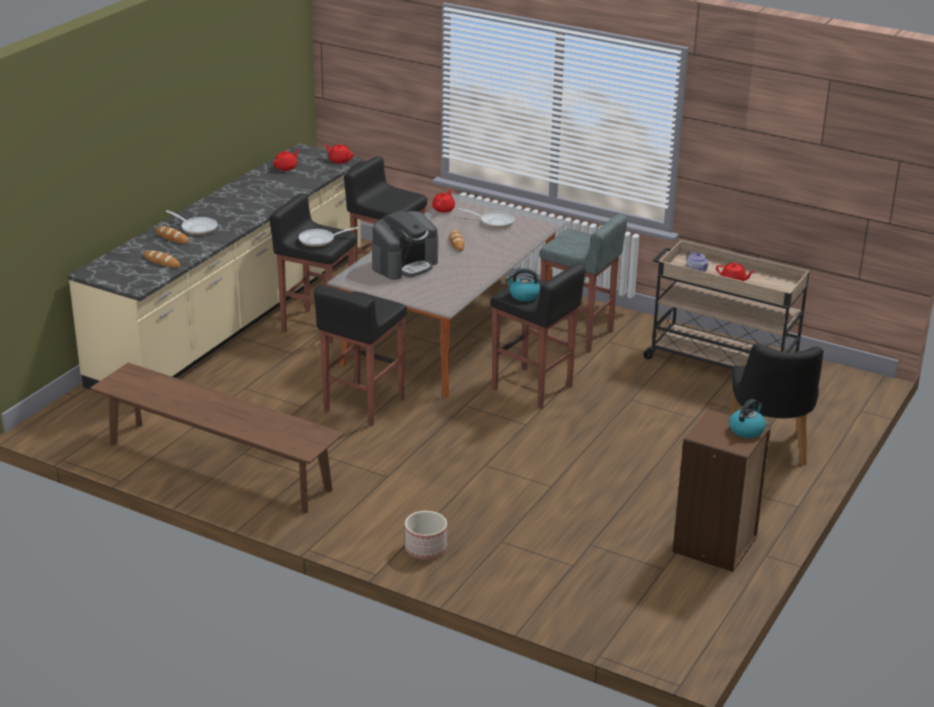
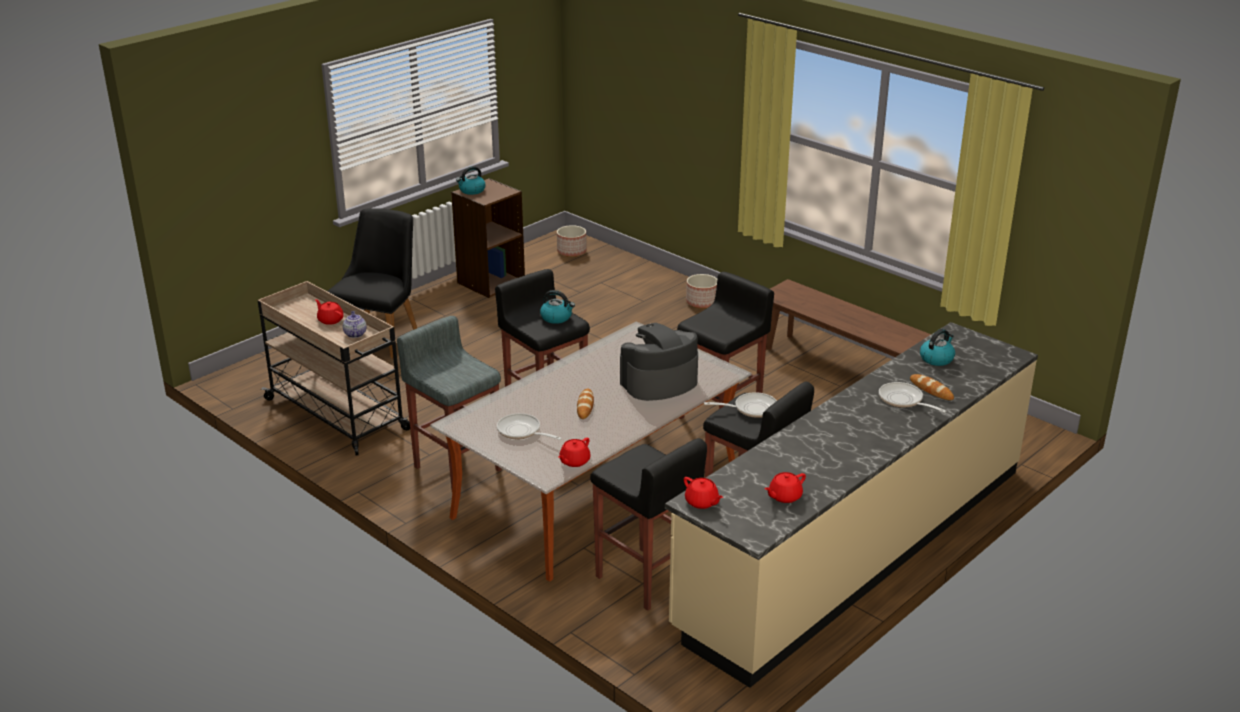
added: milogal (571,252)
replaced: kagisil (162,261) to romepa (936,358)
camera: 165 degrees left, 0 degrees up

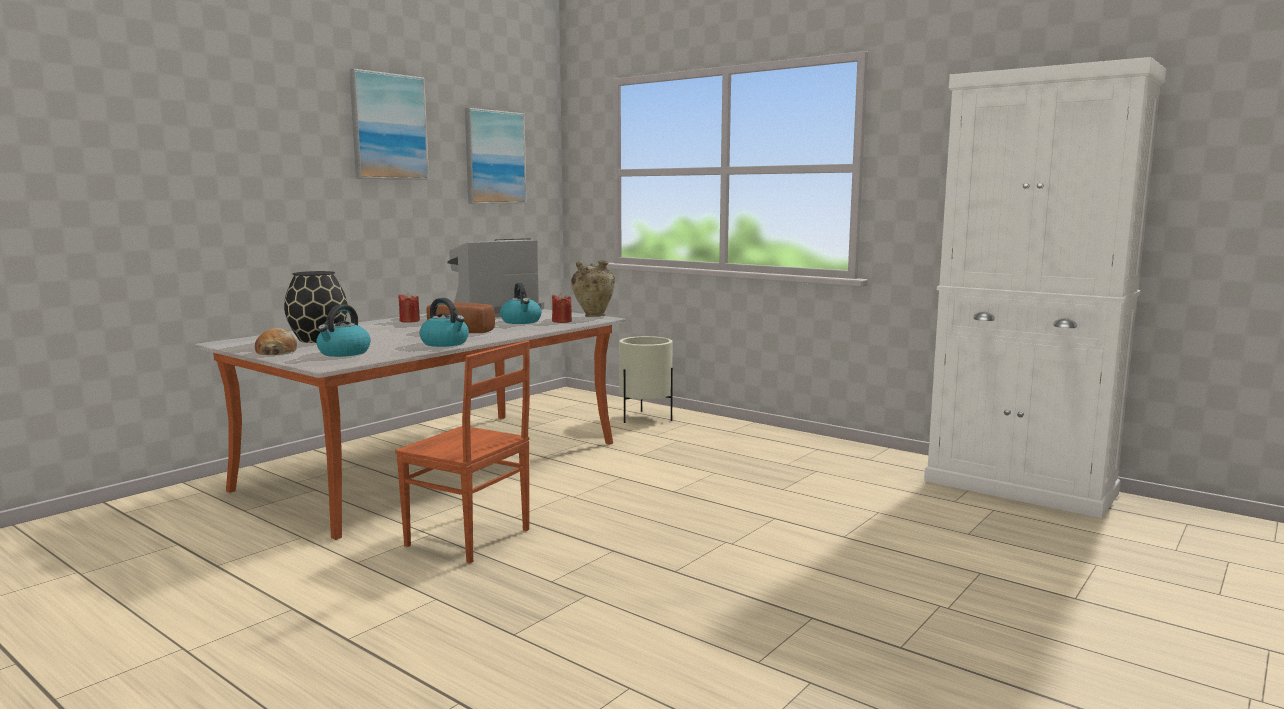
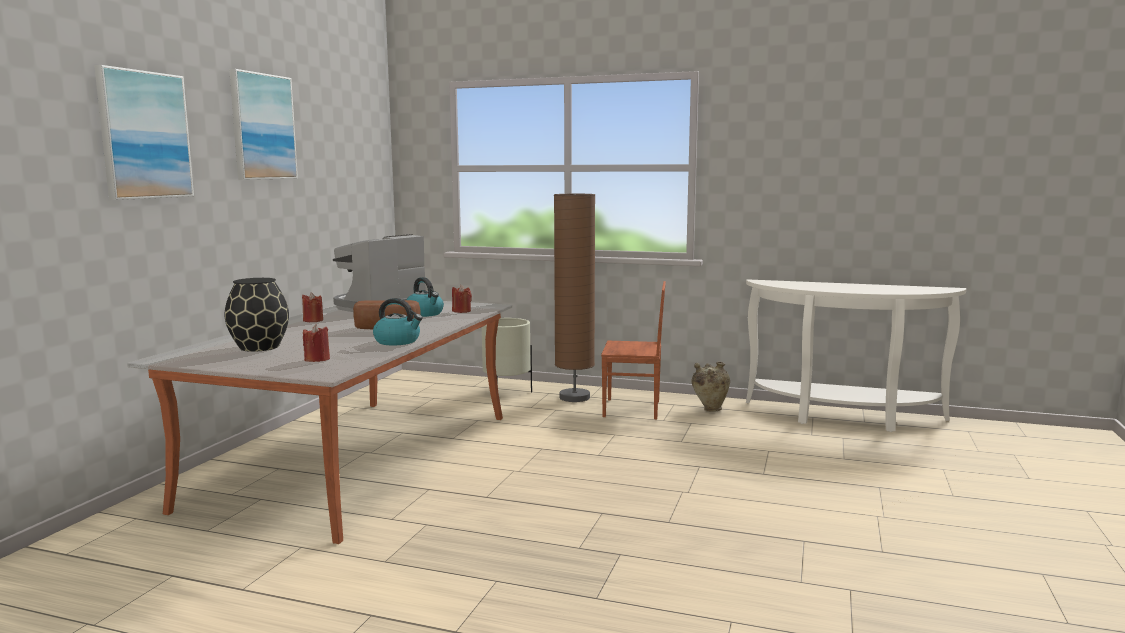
removed: kagisil (276,352)
added: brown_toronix (574,397)
moved: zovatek (494,157) to (144,135); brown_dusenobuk (468,538) to (633,409); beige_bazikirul (593,316) to (710,409)
replaced: romepa (343,353) to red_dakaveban (317,359); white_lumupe (1020,487) to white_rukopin (843,418)
camera: 20 degrees left, 0 degrees up

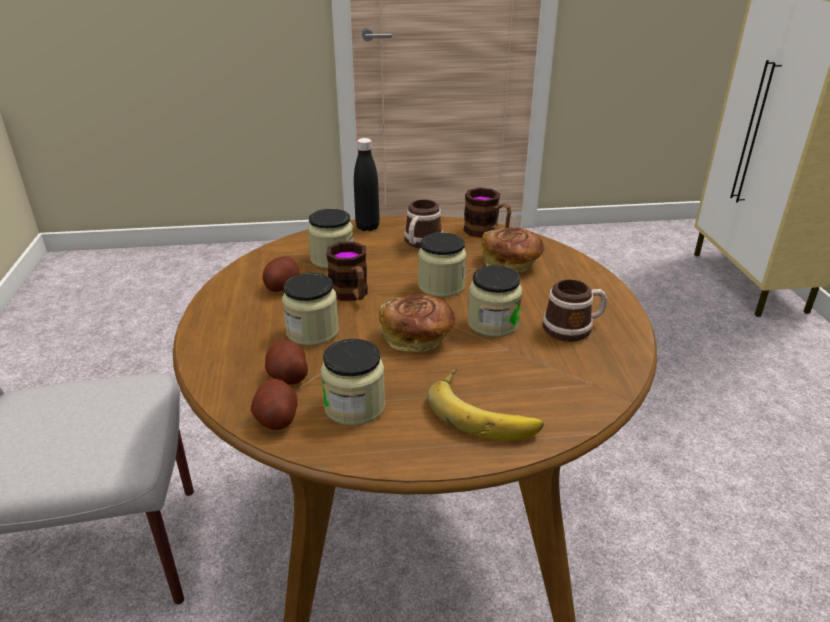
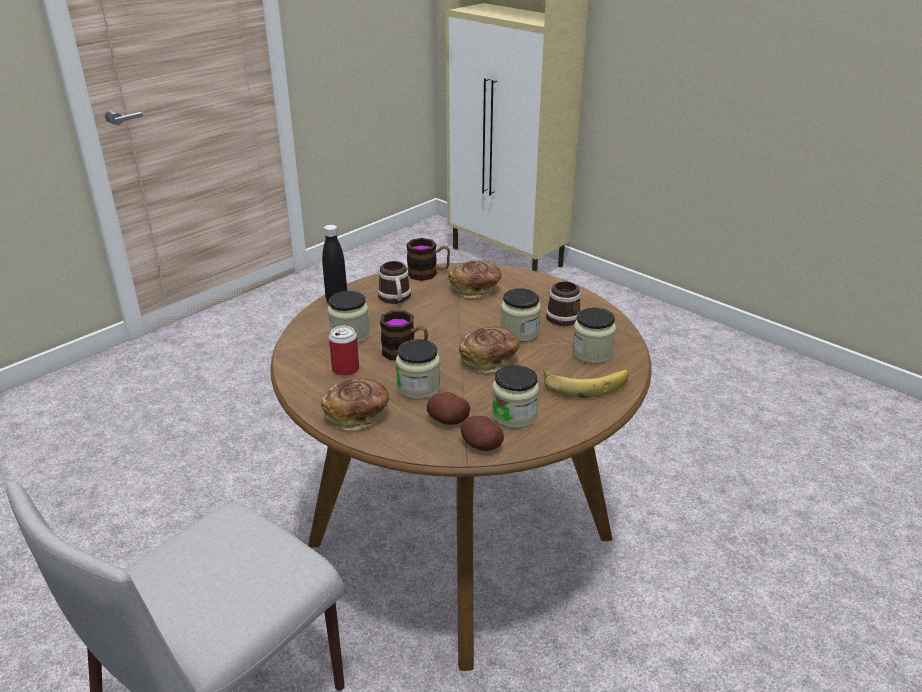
added: kagisil (357,415)
moved: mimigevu (441,286) to (592,353)
replaced: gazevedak (282,286) to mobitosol (345,369)
camera: 40 degrees left, 0 degrees up

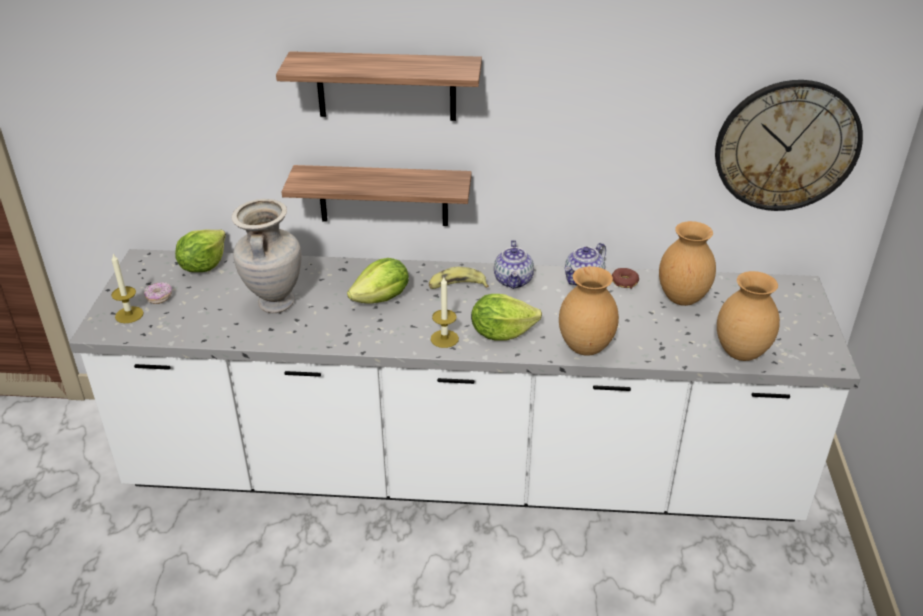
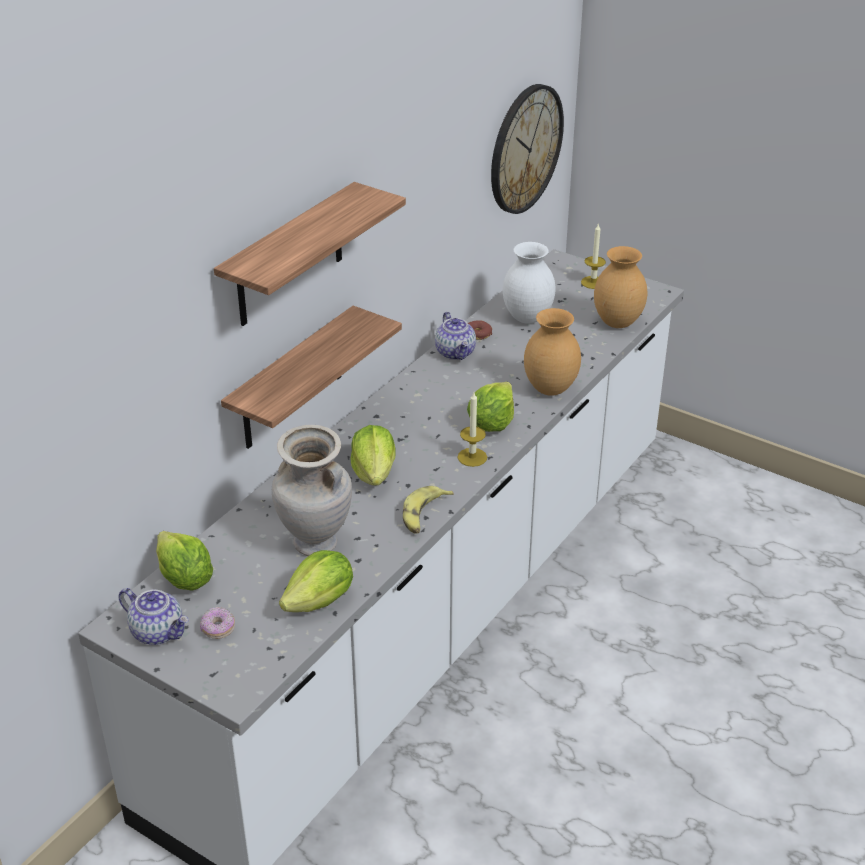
added: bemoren (320,601)
moved: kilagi (514,281) to (158,632); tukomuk (457,286) to (424,515); dakaveban (129,315) to (593,282)
recoloured: brown_bazikirul (682,298) to white_bazikirul (526,318)
camera: 60 degrees left, 0 degrees up

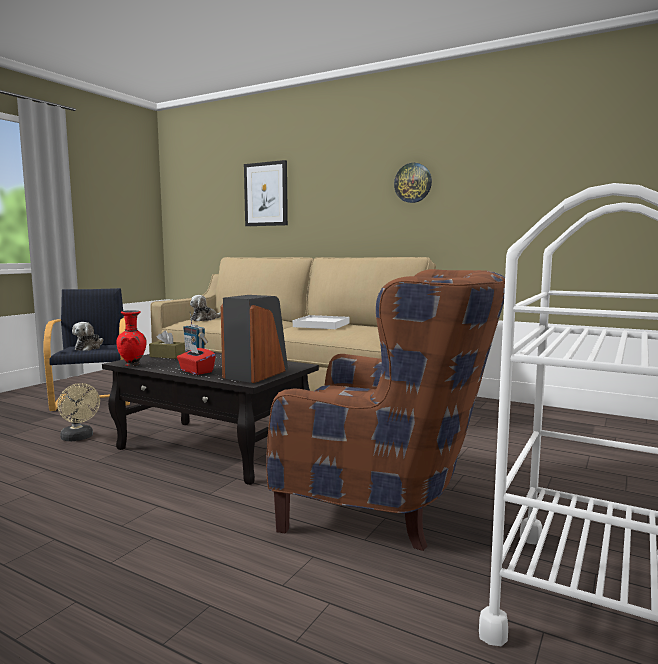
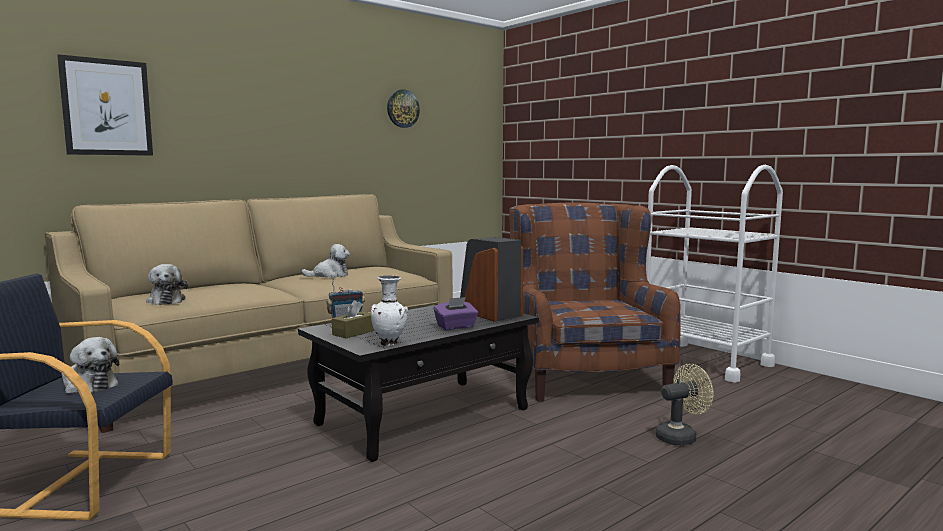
moved: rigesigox (413,183) to (402,108); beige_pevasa (79,438) to (680,437)
replaced: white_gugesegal (321,325) to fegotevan (329,275)
recoloured: red_bazikirul (133,365) to white_bazikirul (390,344); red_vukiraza (196,371) to purple_vukiraza (456,326)
turned: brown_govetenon (389,502) = (584,375) 45 degrees counterclockwise
camera: 70 degrees left, 0 degrees up

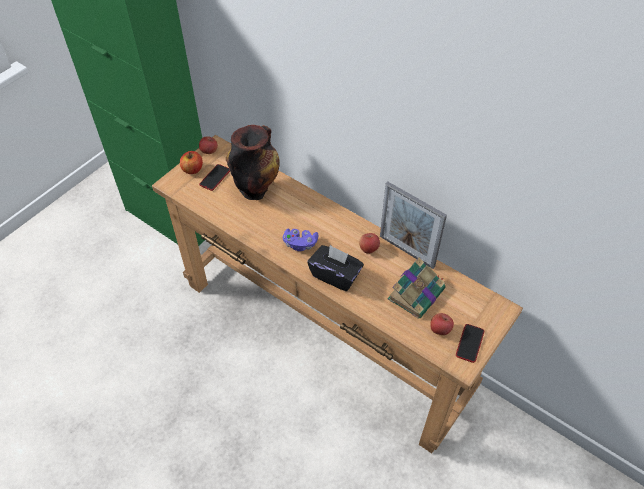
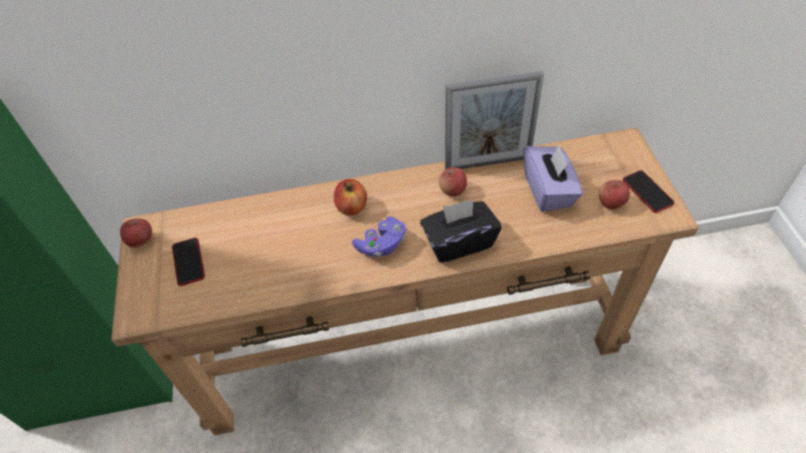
removed: bazikirul (255,187)
moved: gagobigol (192,169) to (352,207)
replaced: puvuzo (417,293) to purple_vukiraza (548,190)
camera: 45 degrees left, 0 degrees up

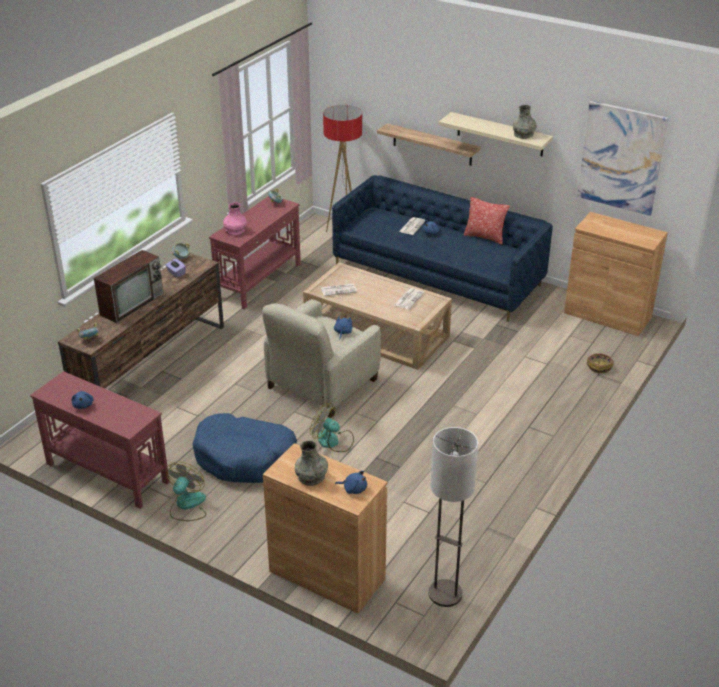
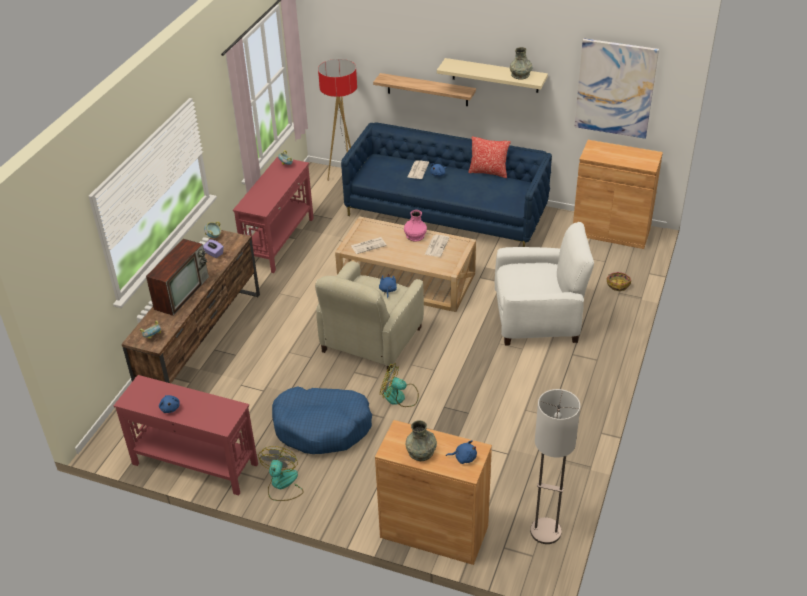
added: white_govetenon (538,319)
moved: pink_bazikirul (235,230) to (415,236)
camera: 10 degrees left, 5 degrees up

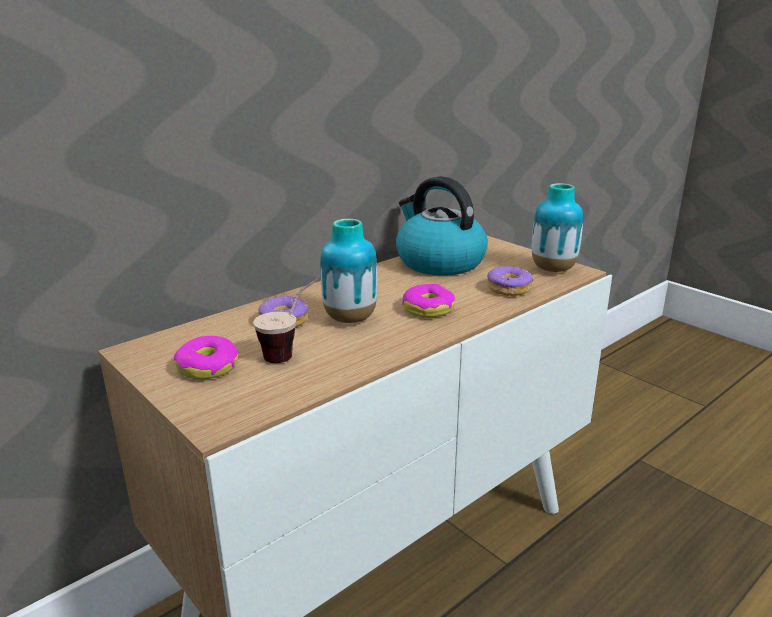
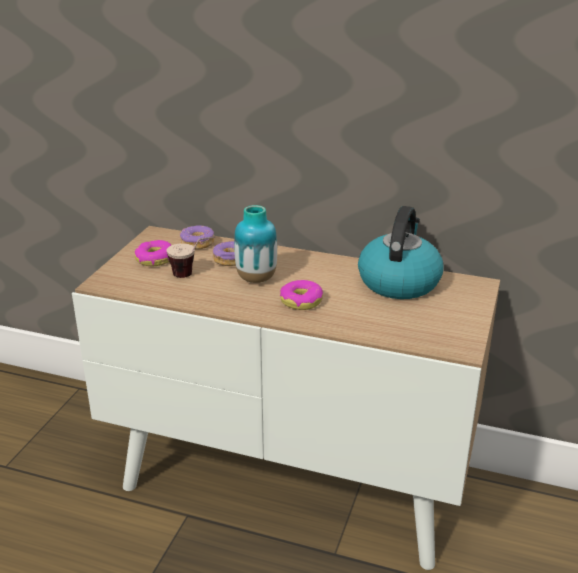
removed: bazikirul (553,269)
moved: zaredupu (509,289) to (197,243)
camera: 60 degrees right, 5 degrees up

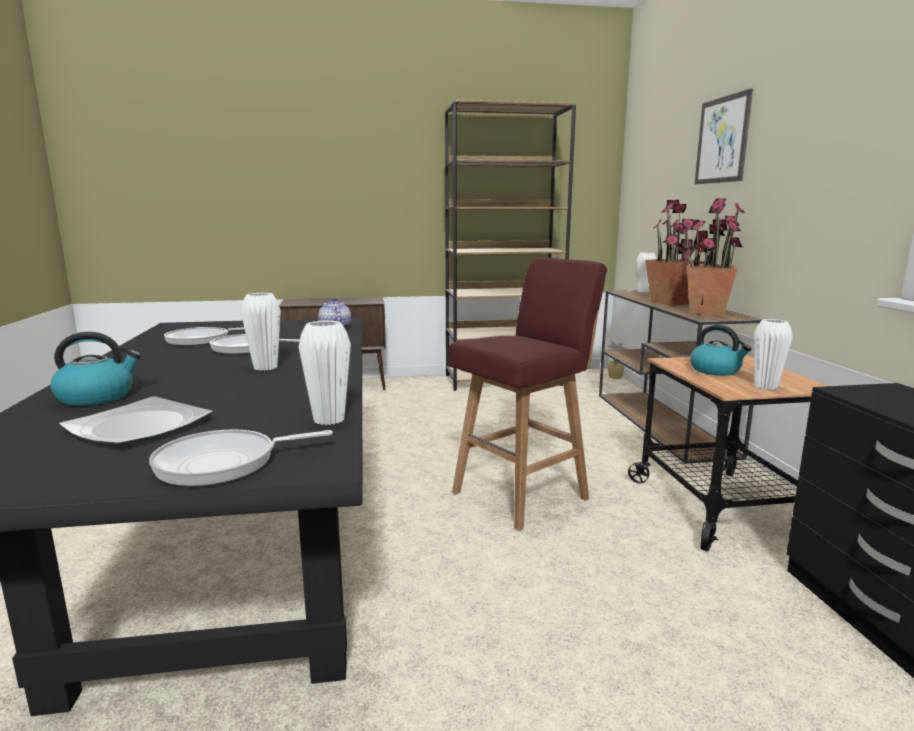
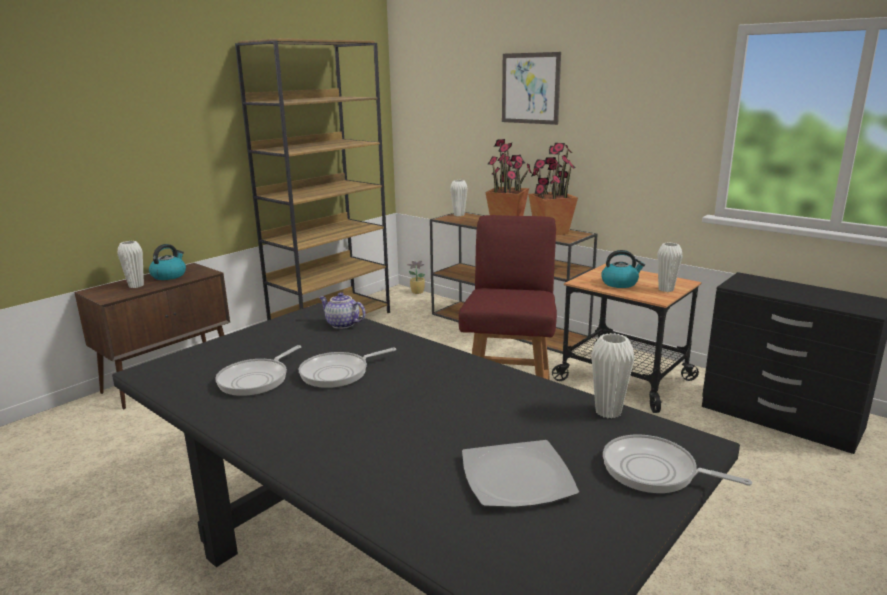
moved: white_bazikirul (265,367) to (136,285); romepa (97,397) to (169,275)
turned: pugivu (224,463) = (654,471) 90 degrees clockwise
camera: 40 degrees left, 5 degrees up

